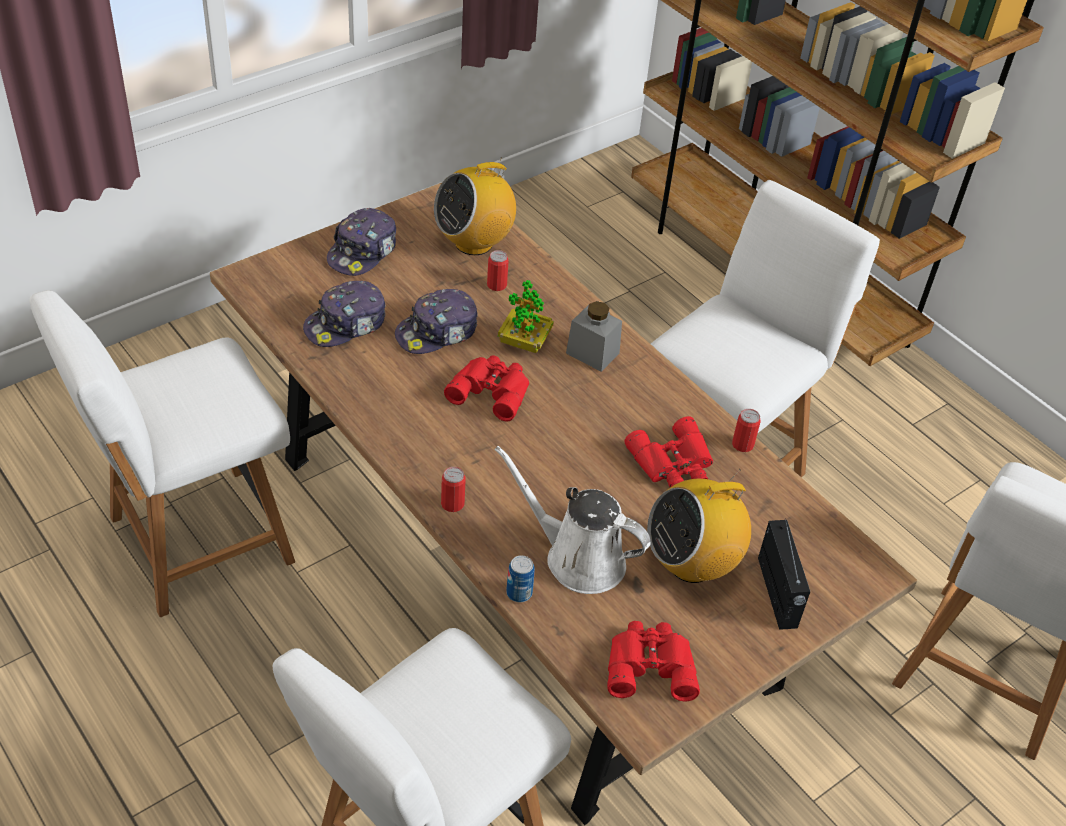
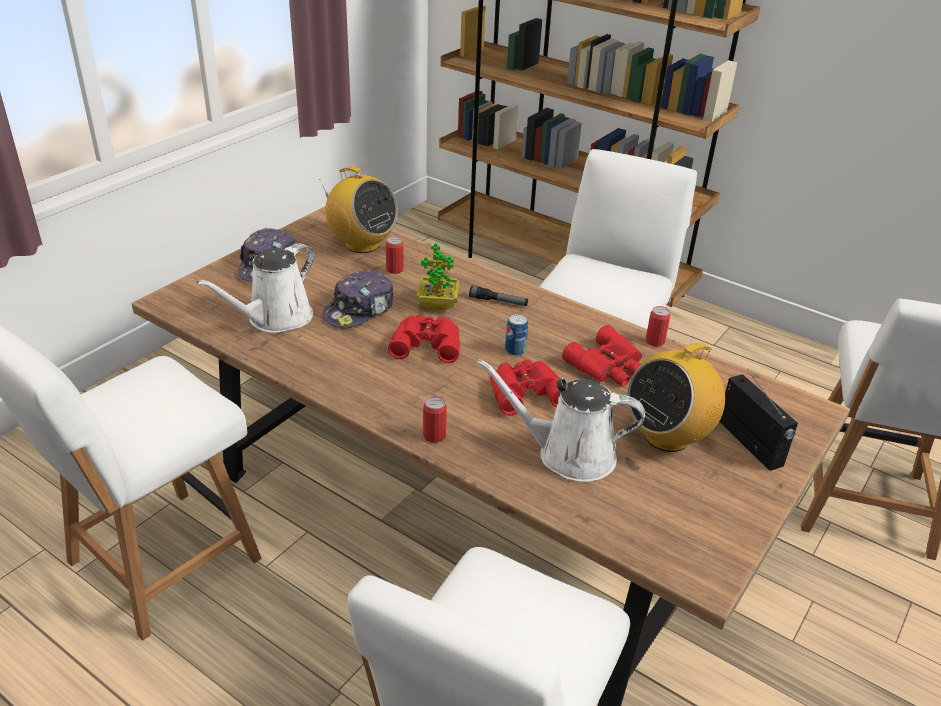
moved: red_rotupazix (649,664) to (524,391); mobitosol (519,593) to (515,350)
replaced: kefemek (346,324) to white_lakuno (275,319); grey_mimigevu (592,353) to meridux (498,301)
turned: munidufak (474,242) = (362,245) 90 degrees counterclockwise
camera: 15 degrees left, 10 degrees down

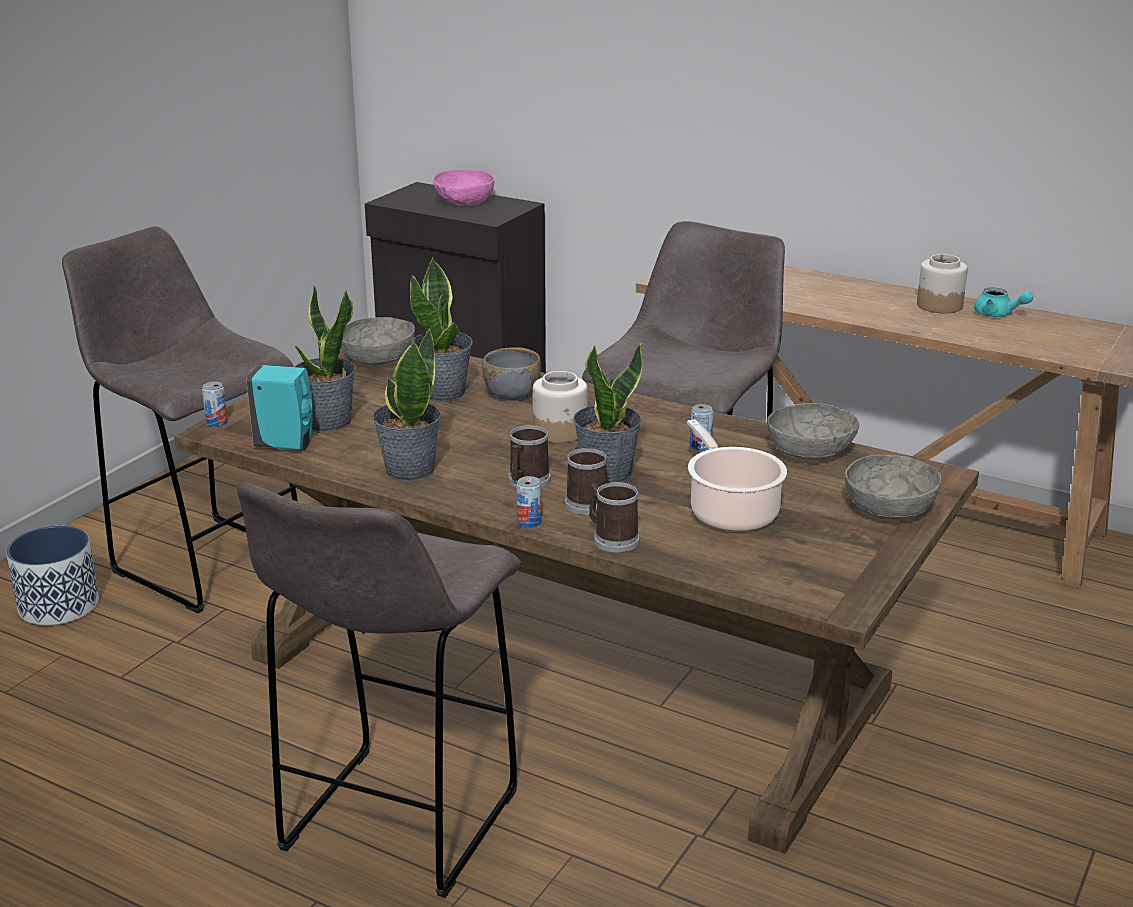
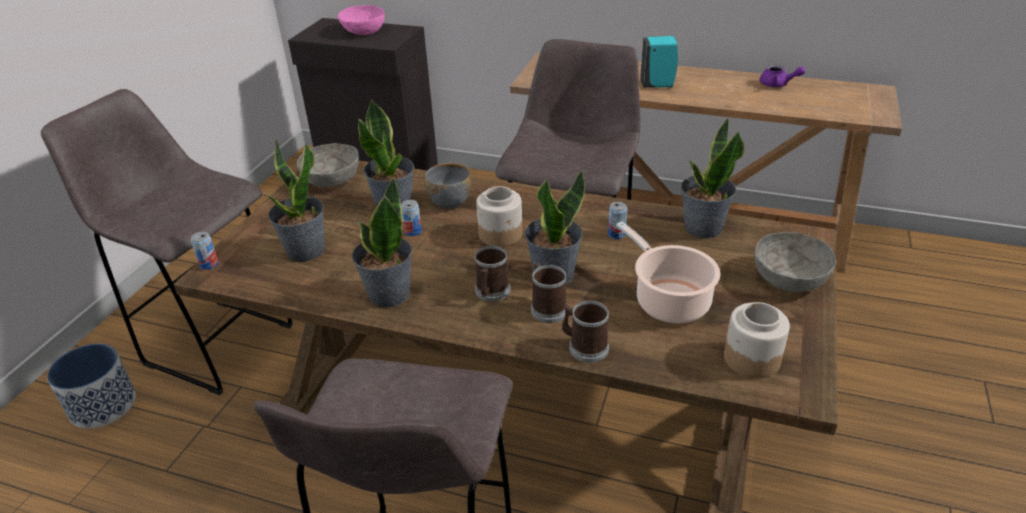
moved: mobitosol (529,522) to (413,231); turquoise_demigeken (286,445) to (658,85); mimigevu (939,305) to (751,359)
replaced: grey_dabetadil (810,452) to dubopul (702,228)
recoloured: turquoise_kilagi (998,314) to purple_kilagi (777,84)
camera: 10 degrees left, 10 degrees up

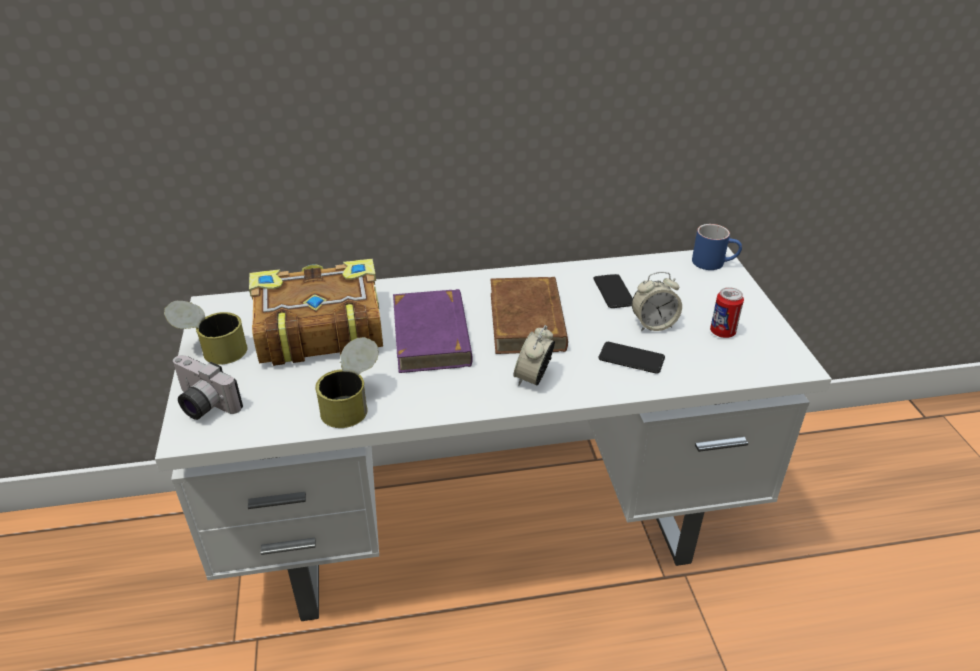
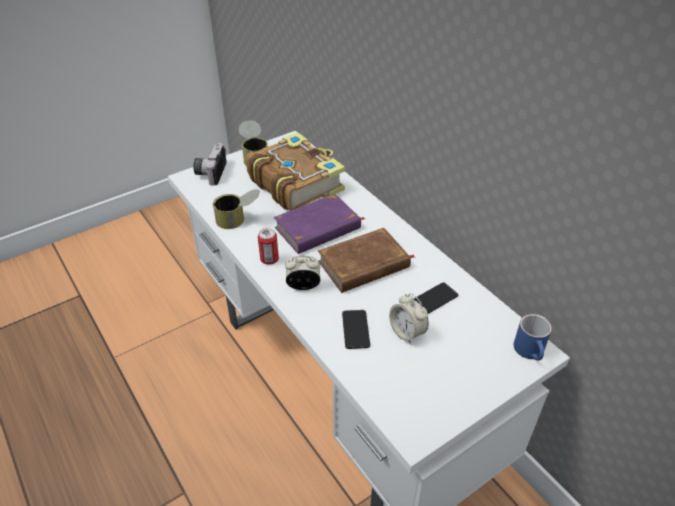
moved: mobitosol (722,332) to (269,259)
camera: 65 degrees right, 5 degrees up

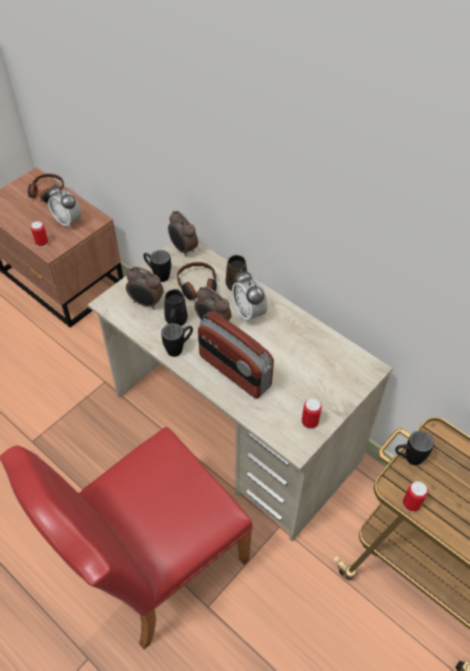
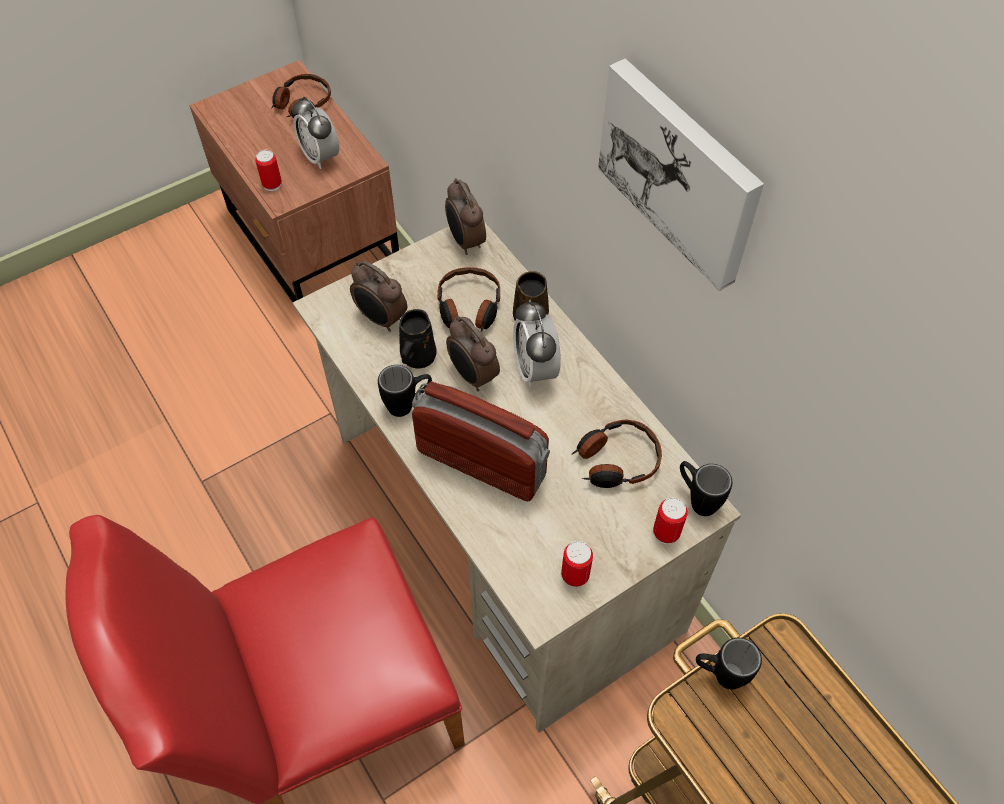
added: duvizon (616,461); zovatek (680,171)
moved: mobitosol (411,504) to (666,532); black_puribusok (158,275) to (697,499)
turned: munidufak (234,371) = (481,462) 150 degrees clockwise
camera: 15 degrees right, 5 degrees up

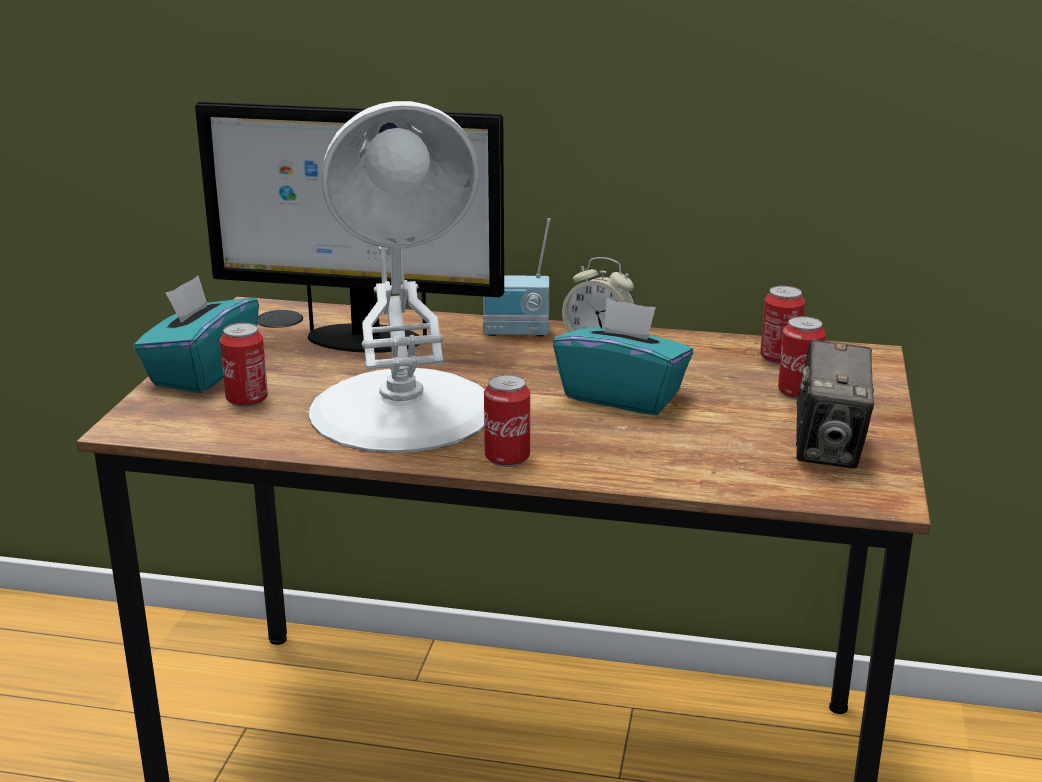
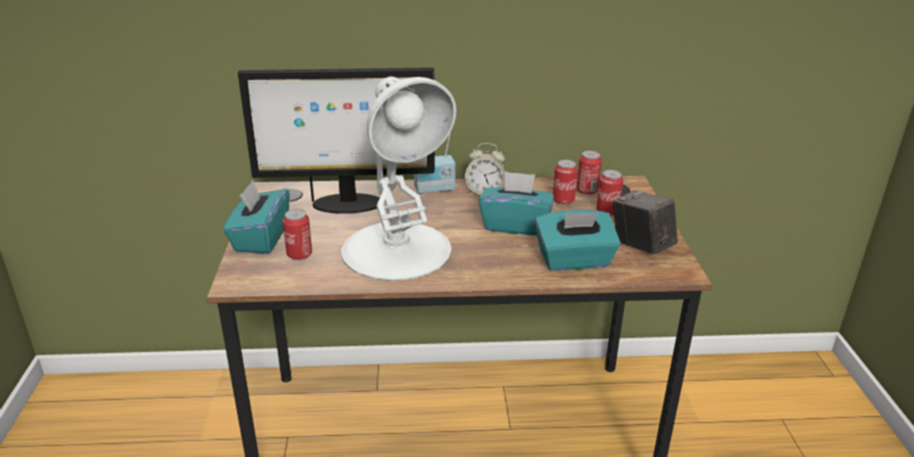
added: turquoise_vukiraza (574,260)
moved: mobitosol (507,458) to (563,200)
turned: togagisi (828,450) = (640,246) 150 degrees clockwise
camera: 15 degrees left, 5 degrees up

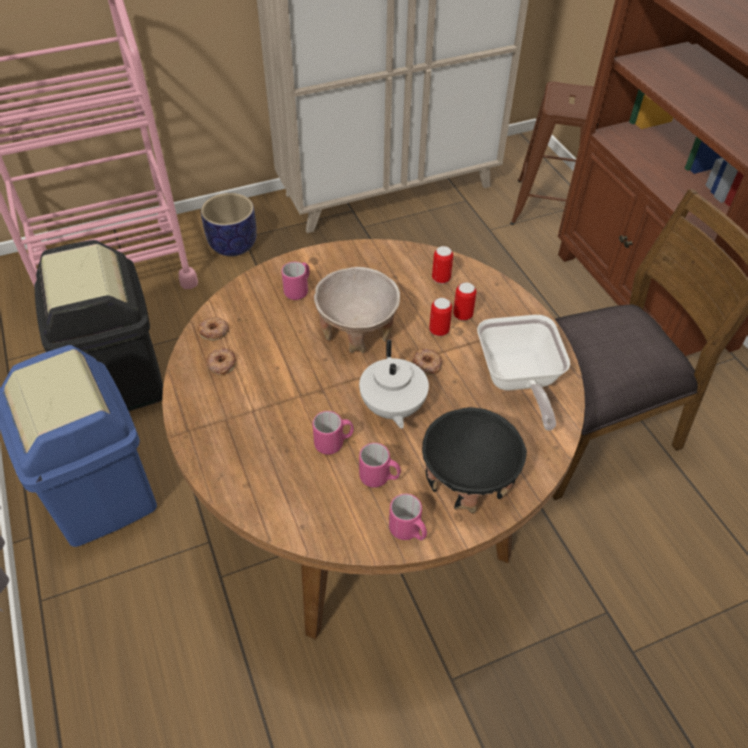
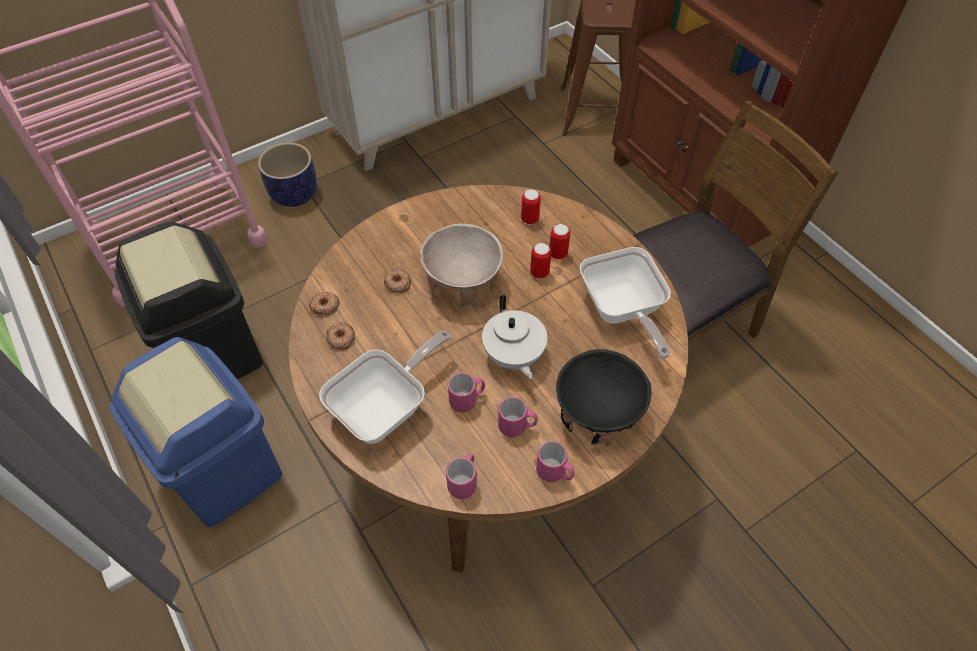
added: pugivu (386,408)
moved: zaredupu (426,364) to (397,283); pink_puribusok (299,290) to (464,481)
camera: 10 degrees left, 5 degrees up

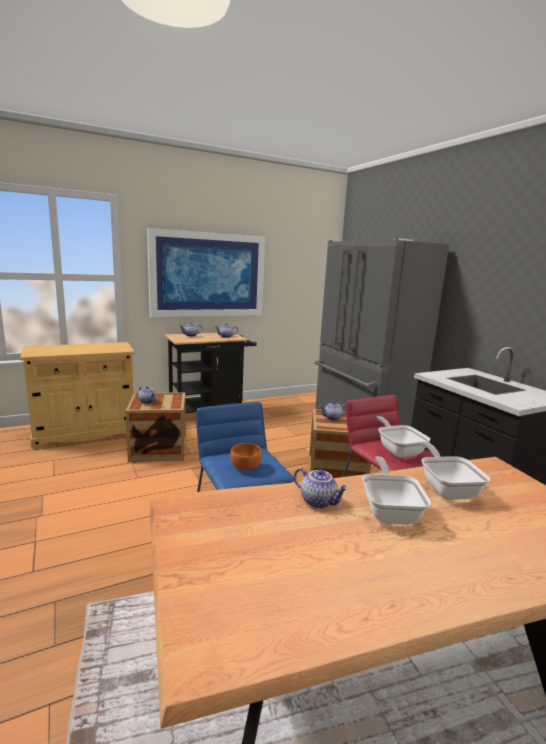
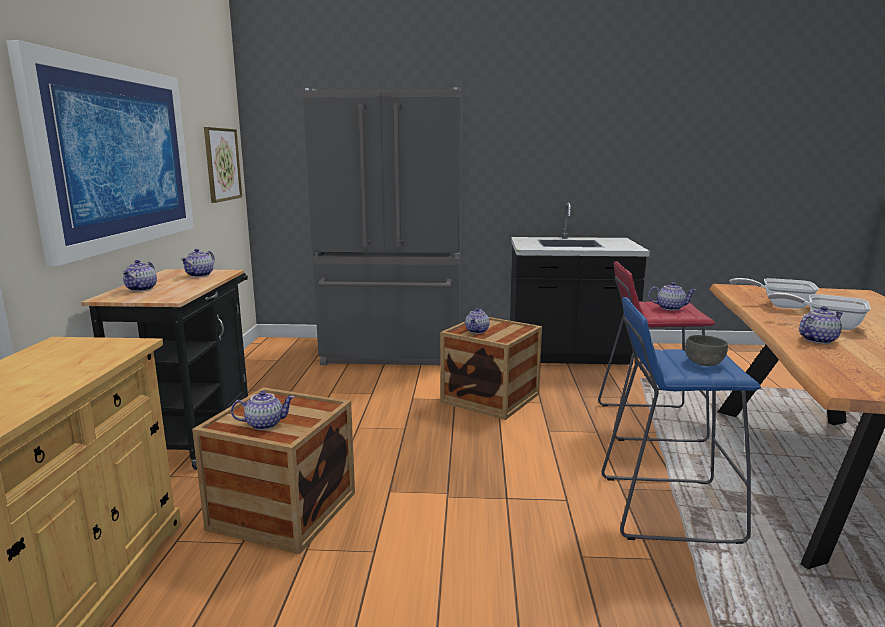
added: zovatek (222,164)
replaced: pugivu (398,450) to kilagi (670,308)
recoloured: orange_dabetadil (246,466) to grey_dabetadil (703,362)
camera: 60 degrees left, 0 degrees up

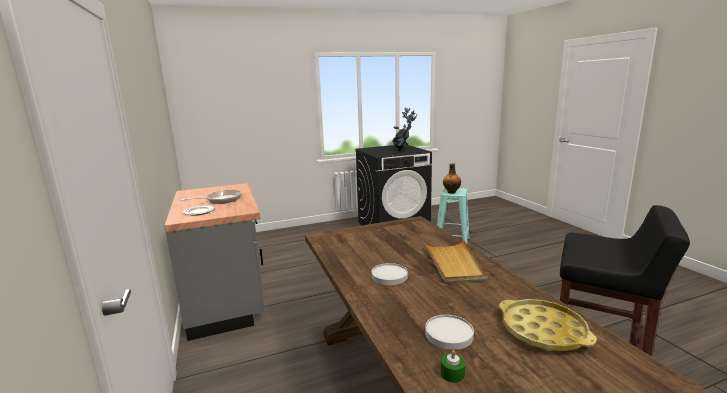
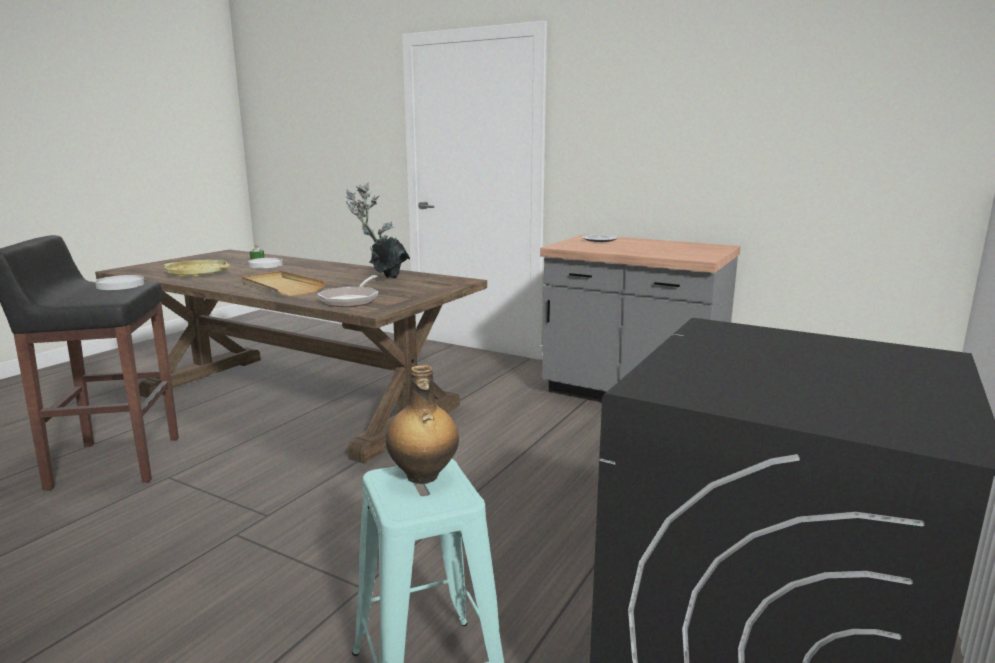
moved: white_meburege (389,276) to (120,285); pugivu (220,200) to (351,300); dubopul (402,150) to (382,279)
camera: 140 degrees right, 0 degrees up

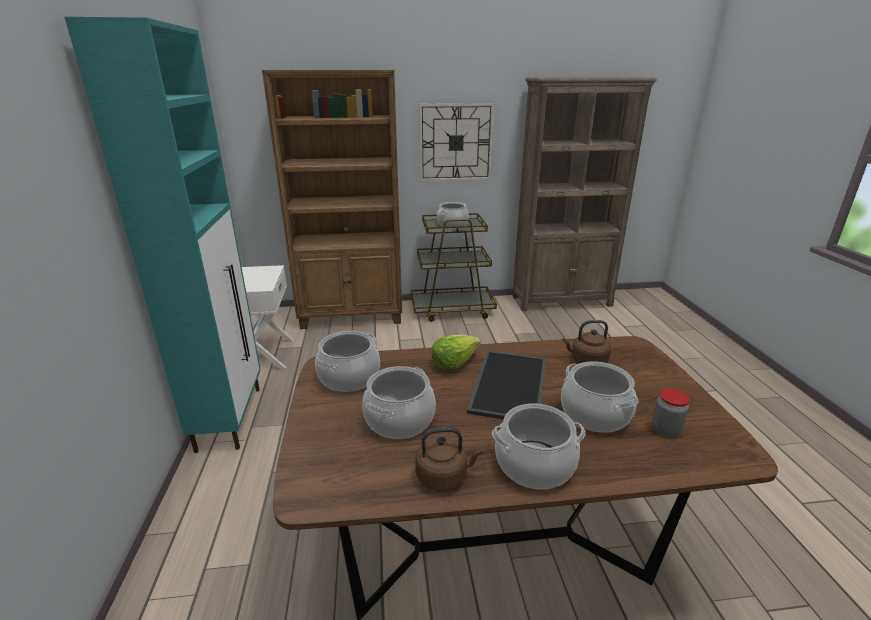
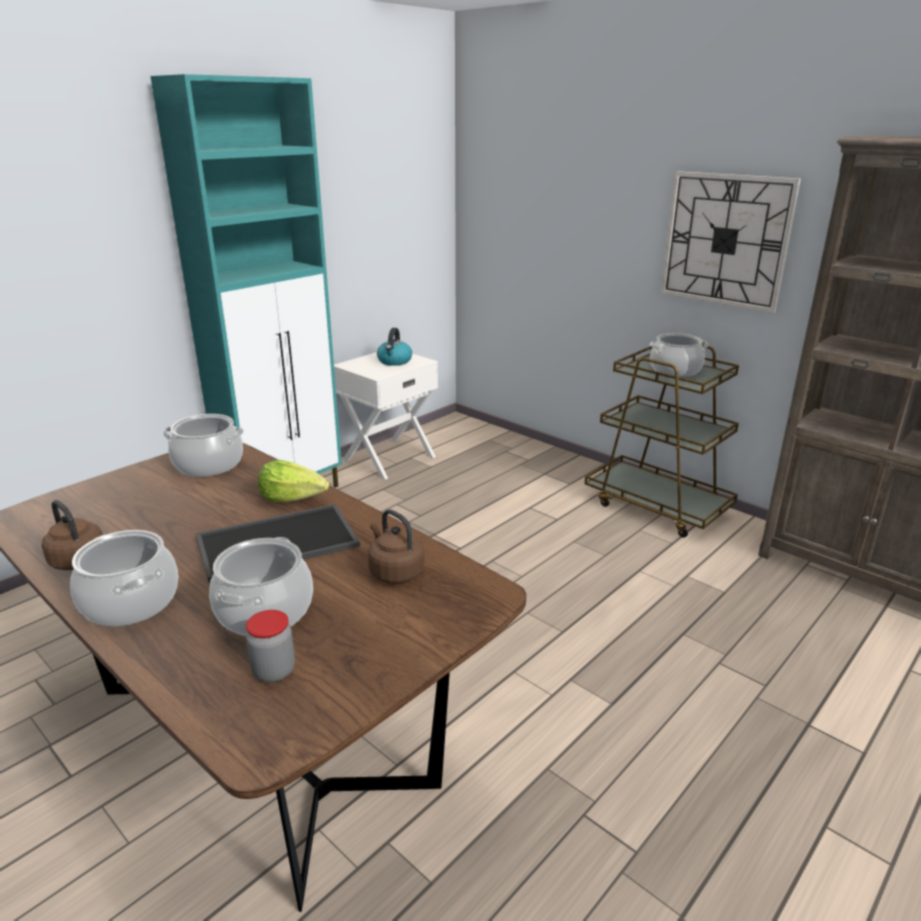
removed: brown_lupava (352,316); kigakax (400,420)
added: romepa (394,361)
camera: 50 degrees right, 0 degrees up

